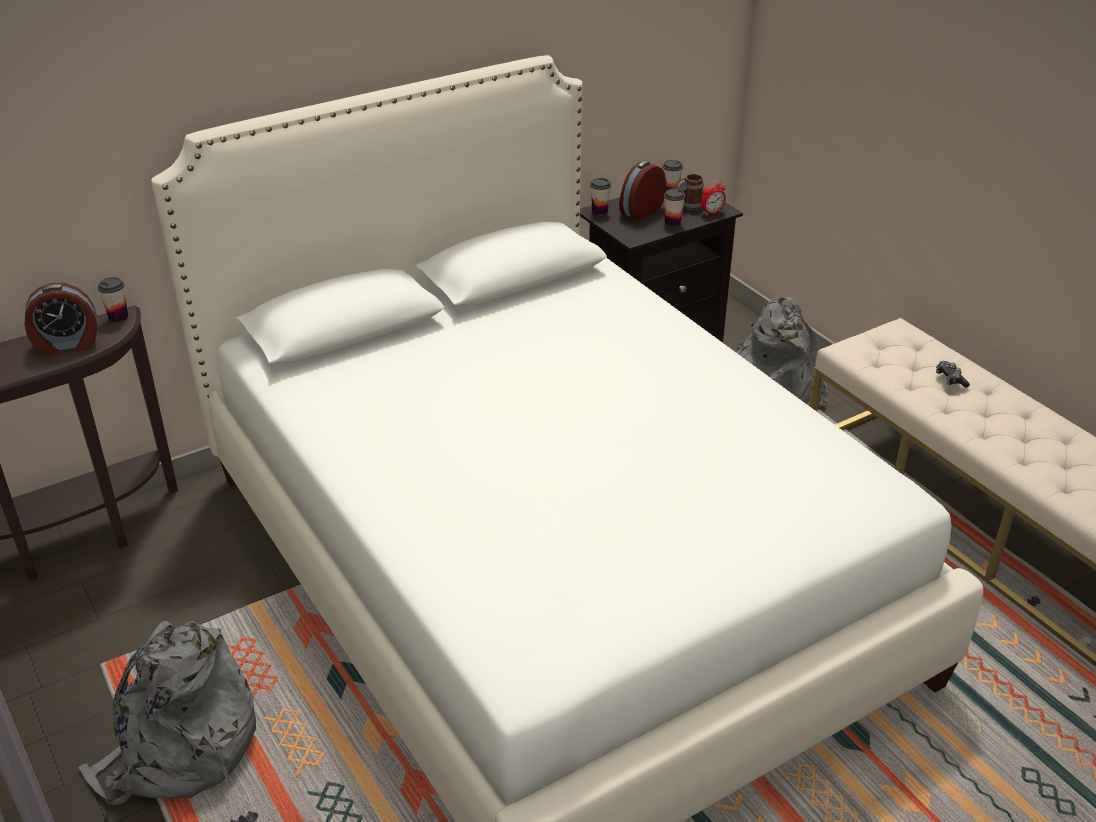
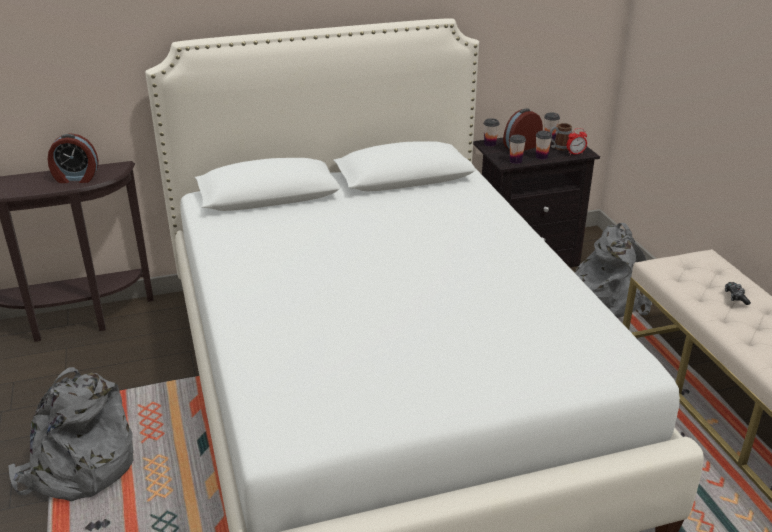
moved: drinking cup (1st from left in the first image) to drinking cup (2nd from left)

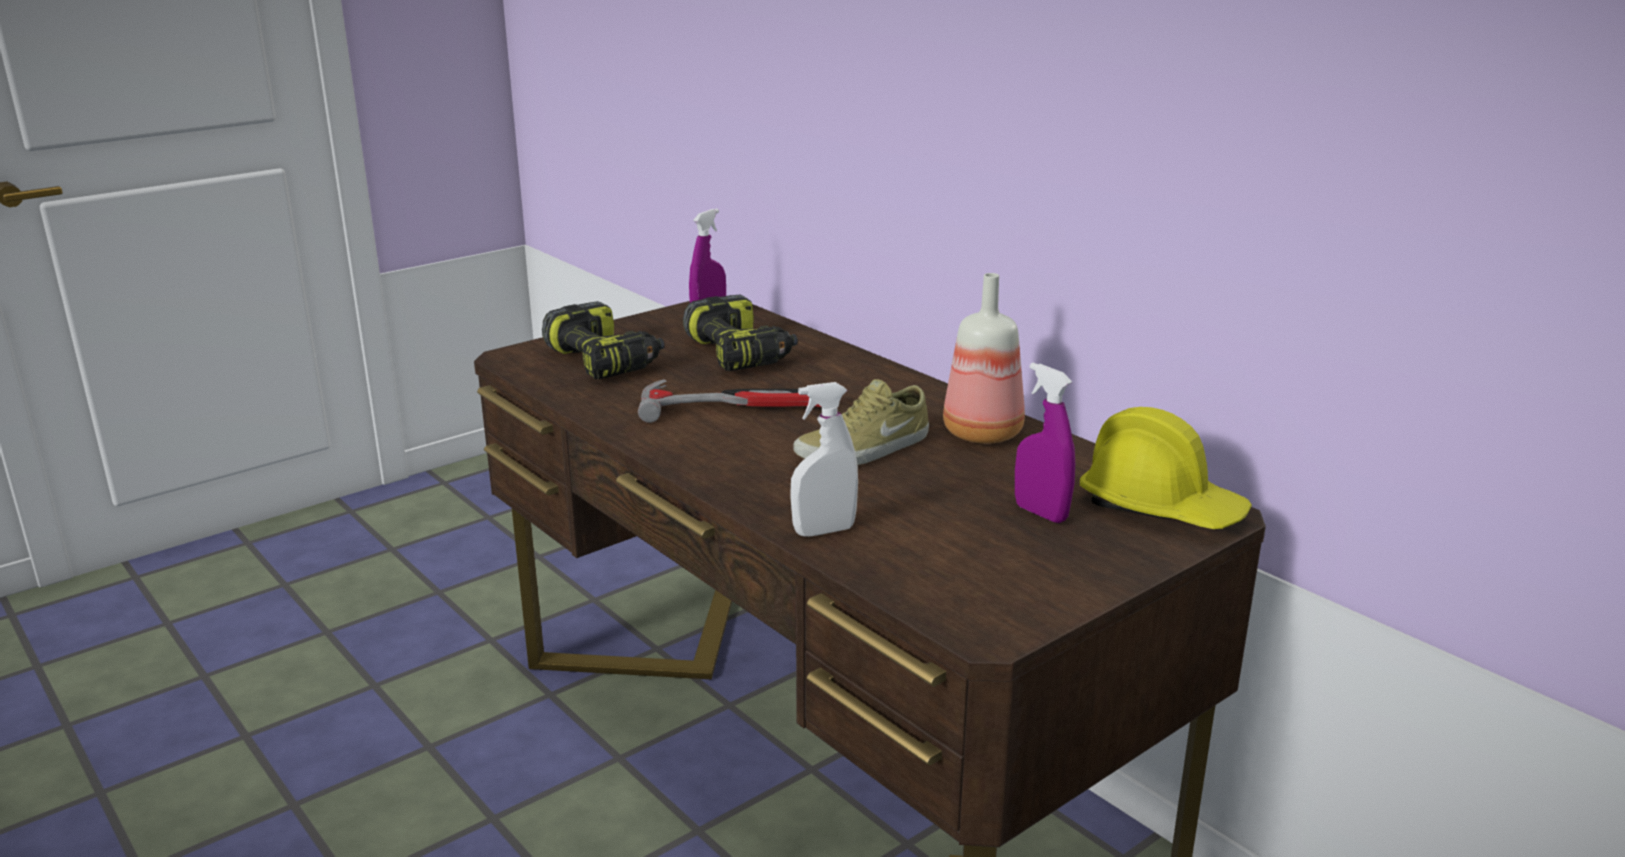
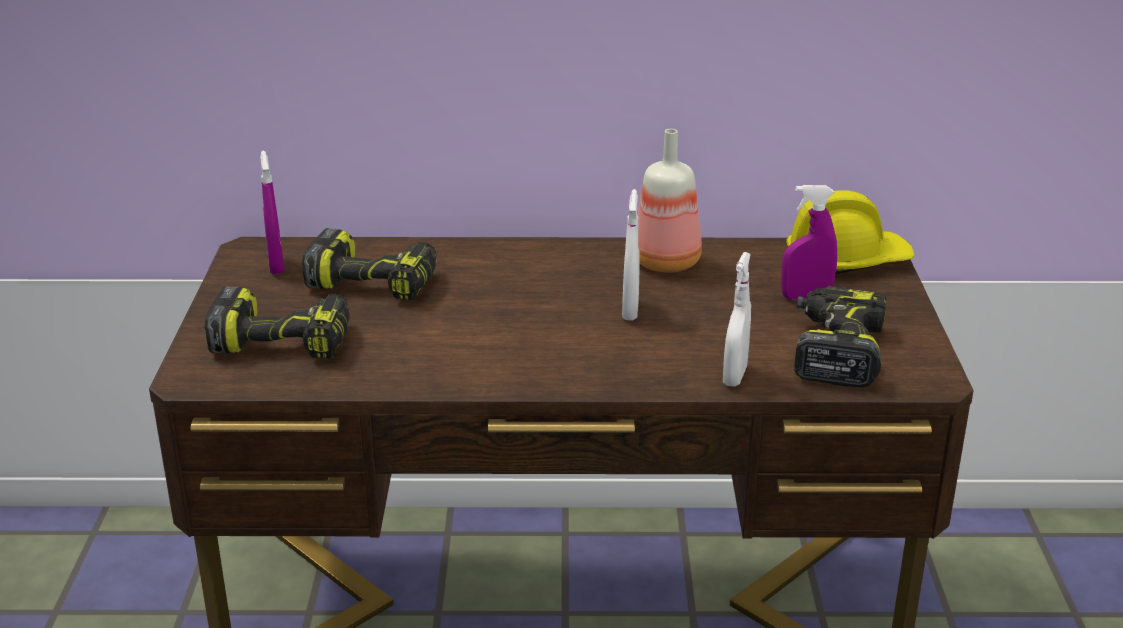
removed: hammer
added: drill (3rd from left)
replaced: low shoe (beige-coloured) to spray bottle (white-coloured) (1st from left)

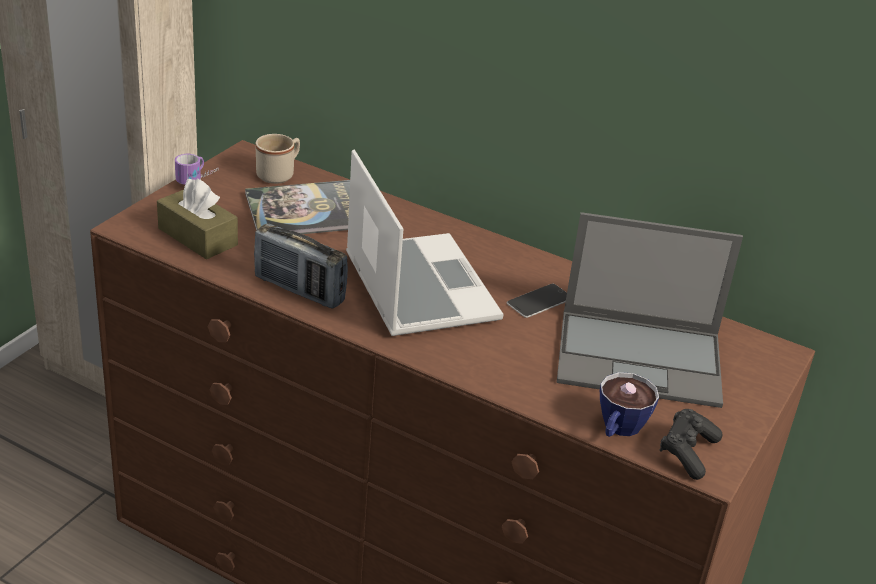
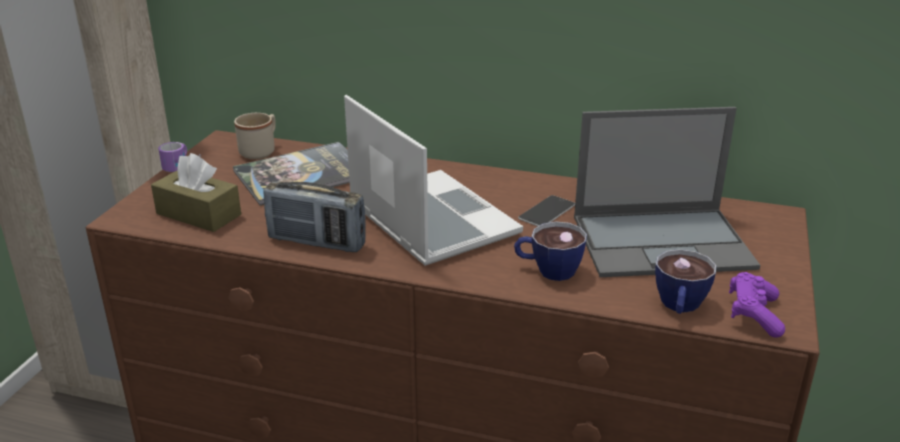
added: drinking cup (1st from left)
recoloured: game controller (black-coloured) to game controller (purplish)

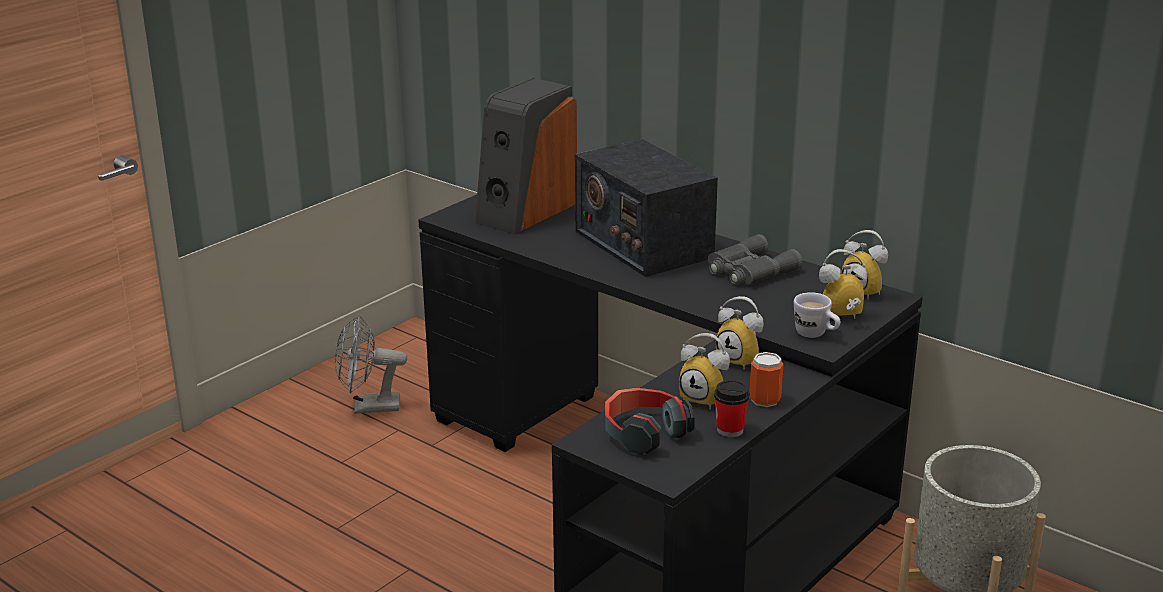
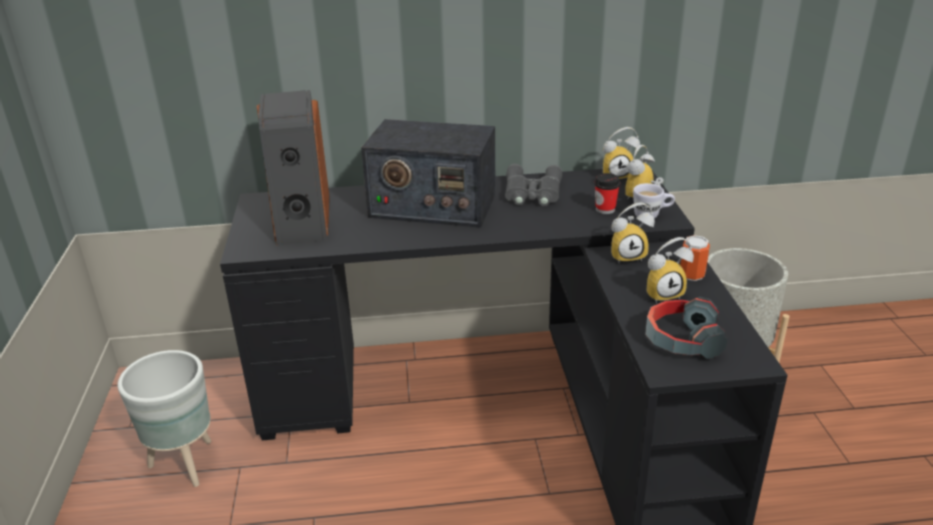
moved: drinking cup
replaced: electric fan (greyish) to plant pot (greyish) (1st from left)

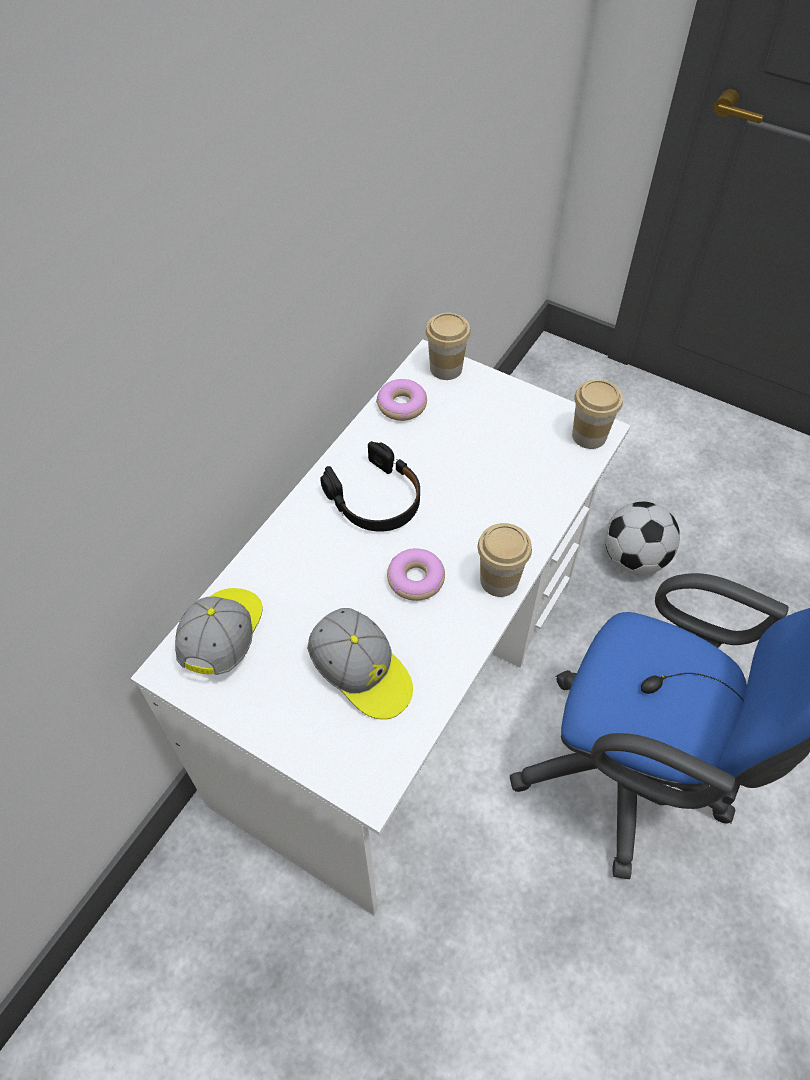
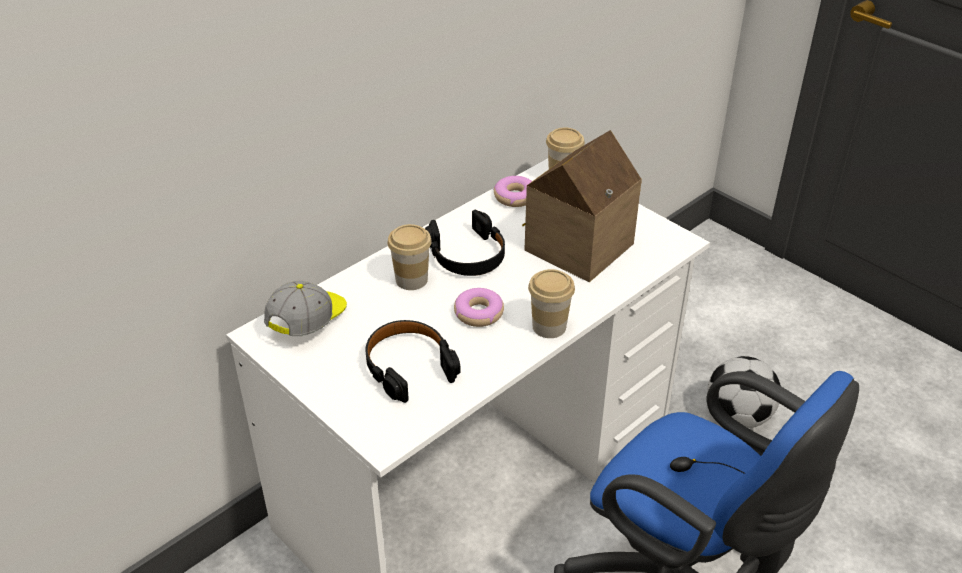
added: toy house
moved: drinking cup (3rd from left in the first image) to drinking cup (1st from left)
replaced: baseball cap (2nd from left) to pair of headphones (black-coloured) (1st from left)

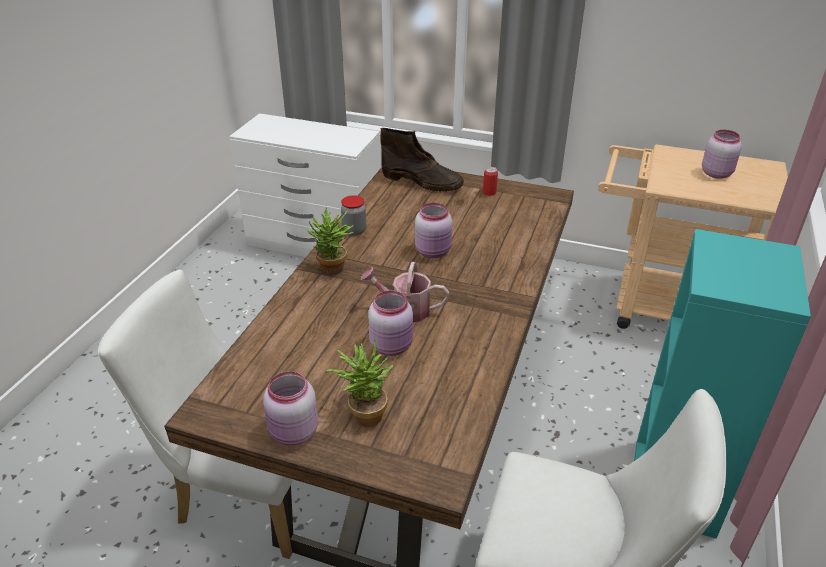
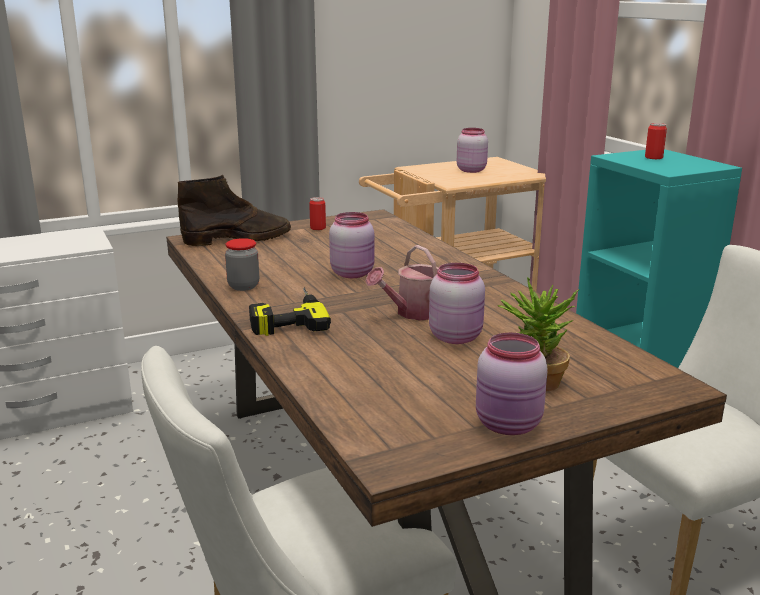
added: metal can (2nd from left)
replaced: houseplant (1st from left) to drill

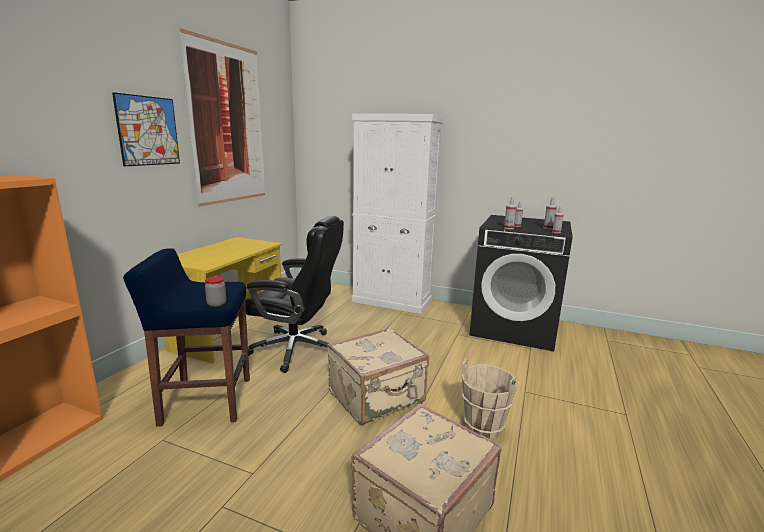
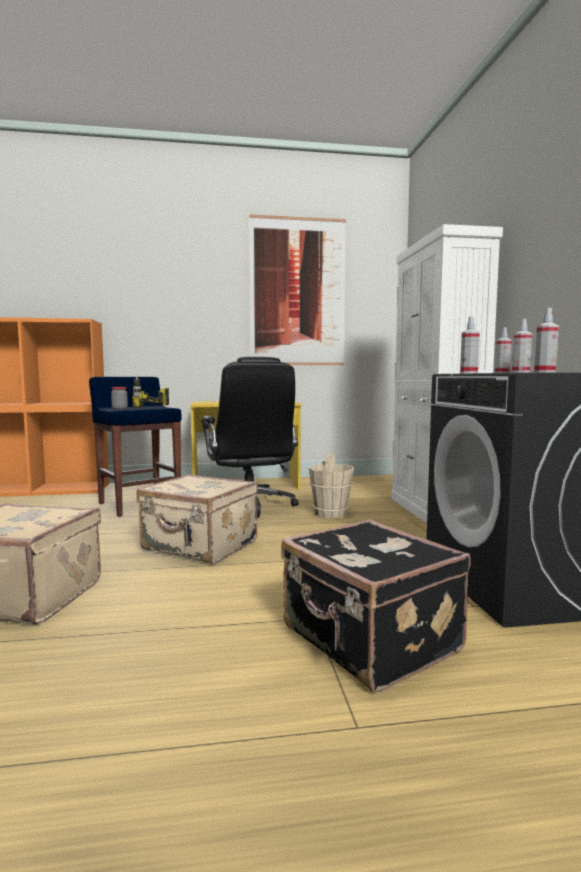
removed: wall art (1st from left)
added: drill; piece of luggage (black-coloured)
moved: bucket (beige-coloured)

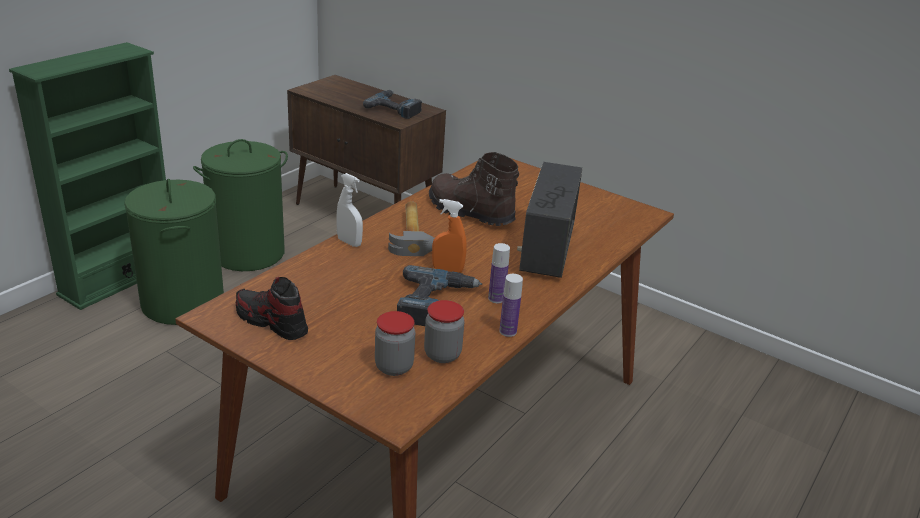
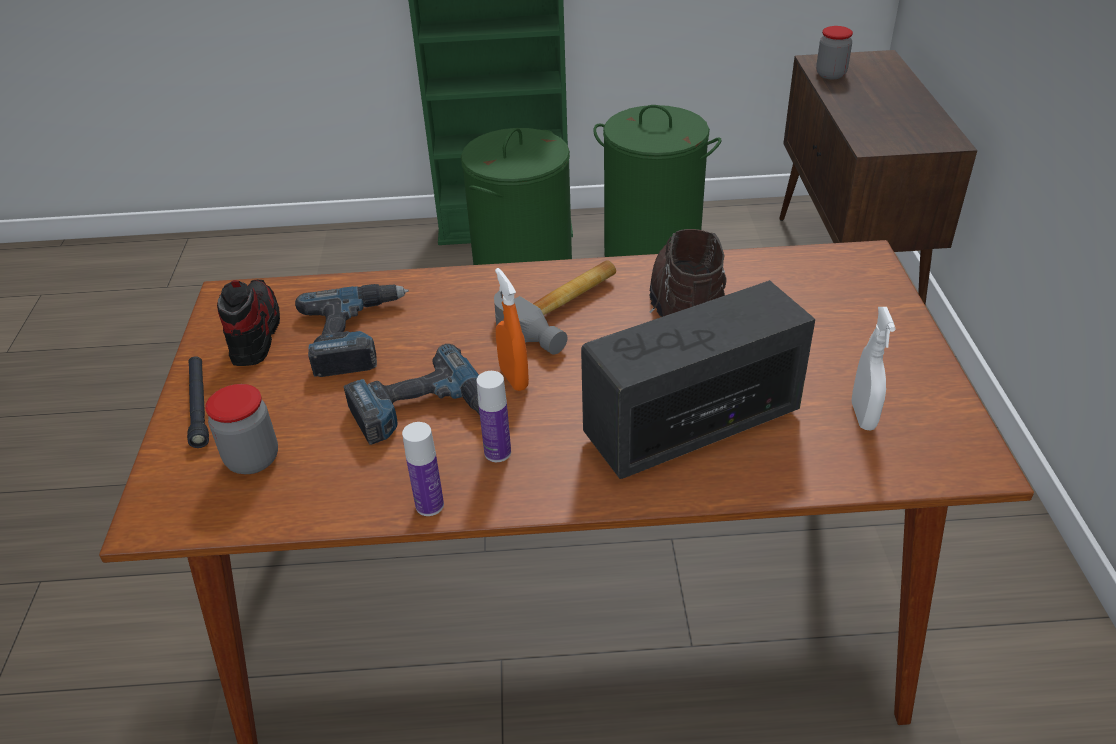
added: hand torch (black-coloured)
moved: drill (1st from left); jar (2nd from left); spray bottle (white-coloured)

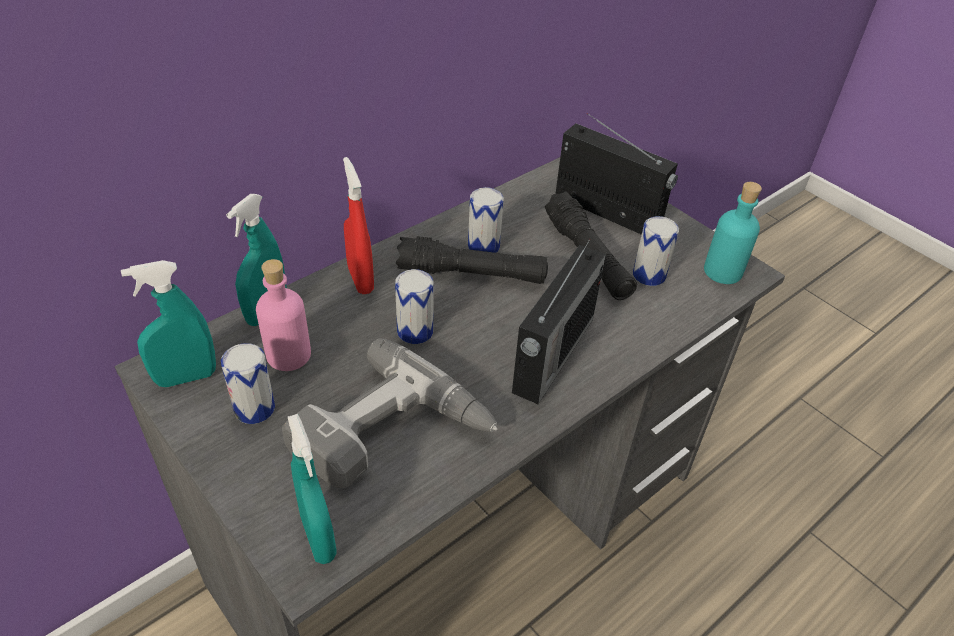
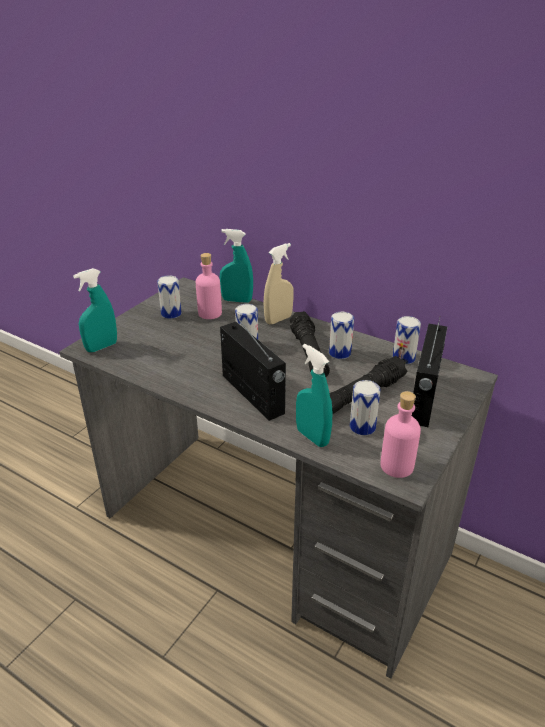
removed: drill
added: metal can (5th from left)
moved: spray bottle (turquoise-coloured) (1st from left in the first image) to spray bottle (turquoise-coloured) (3rd from left)
recoloured: spray bottle (red) to spray bottle (beige-coloured); bottle (turquoise-coloured) to bottle (pink) (2nd from left)
turned: radio receiver (1st from left) 135 degrees counterclockwise

